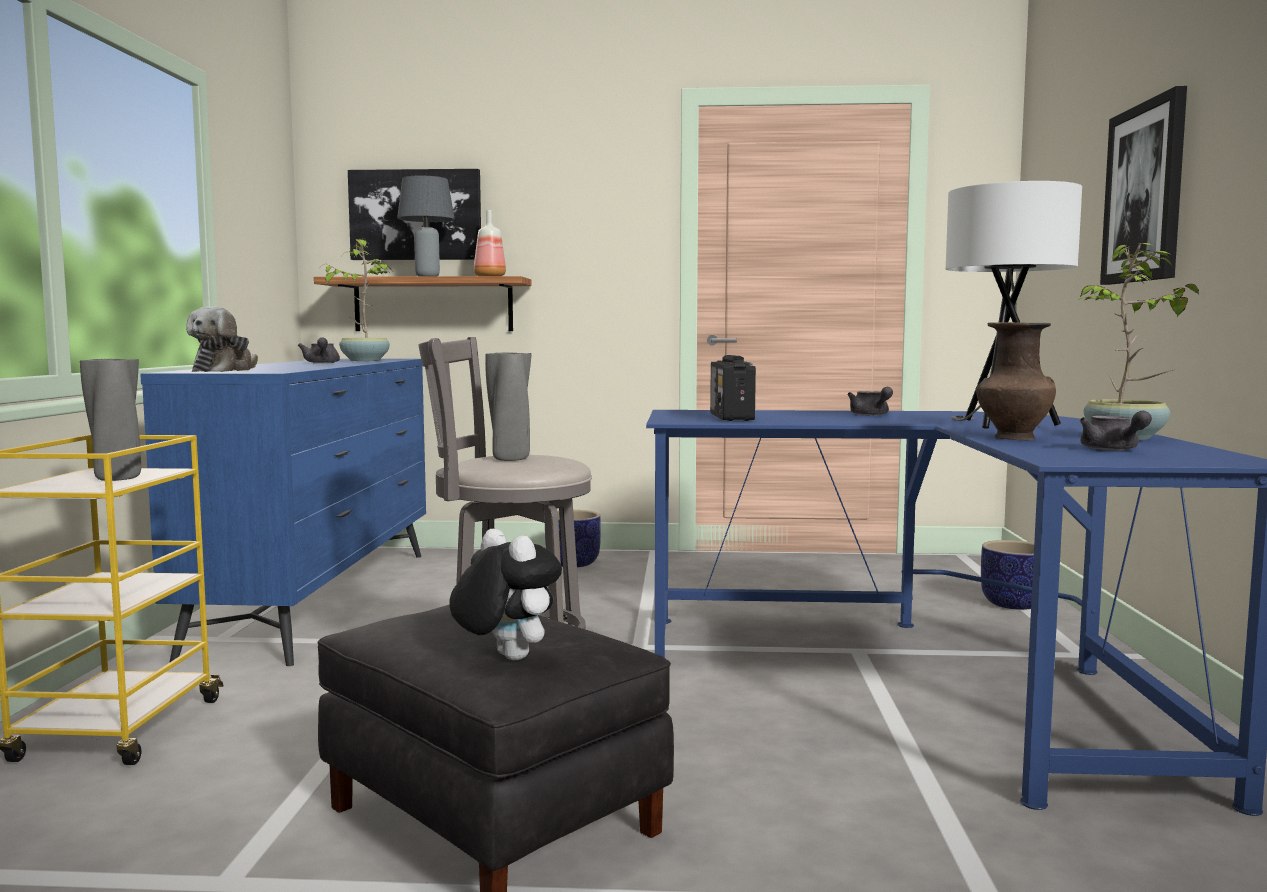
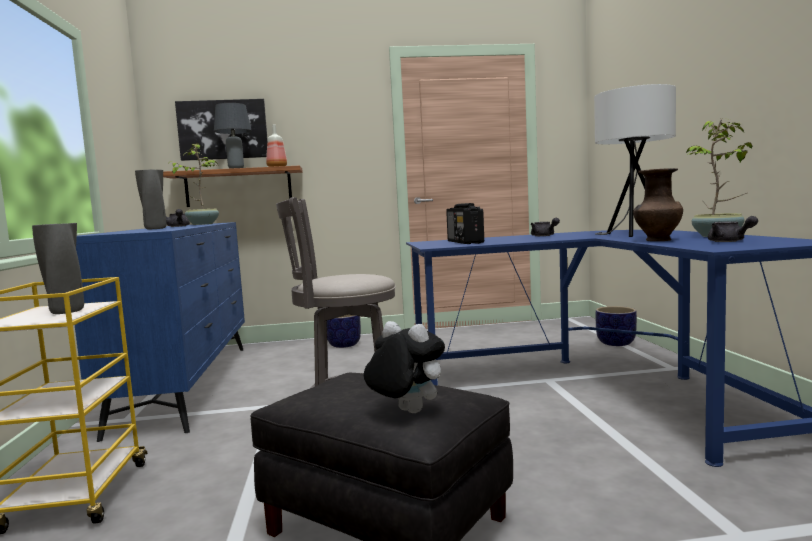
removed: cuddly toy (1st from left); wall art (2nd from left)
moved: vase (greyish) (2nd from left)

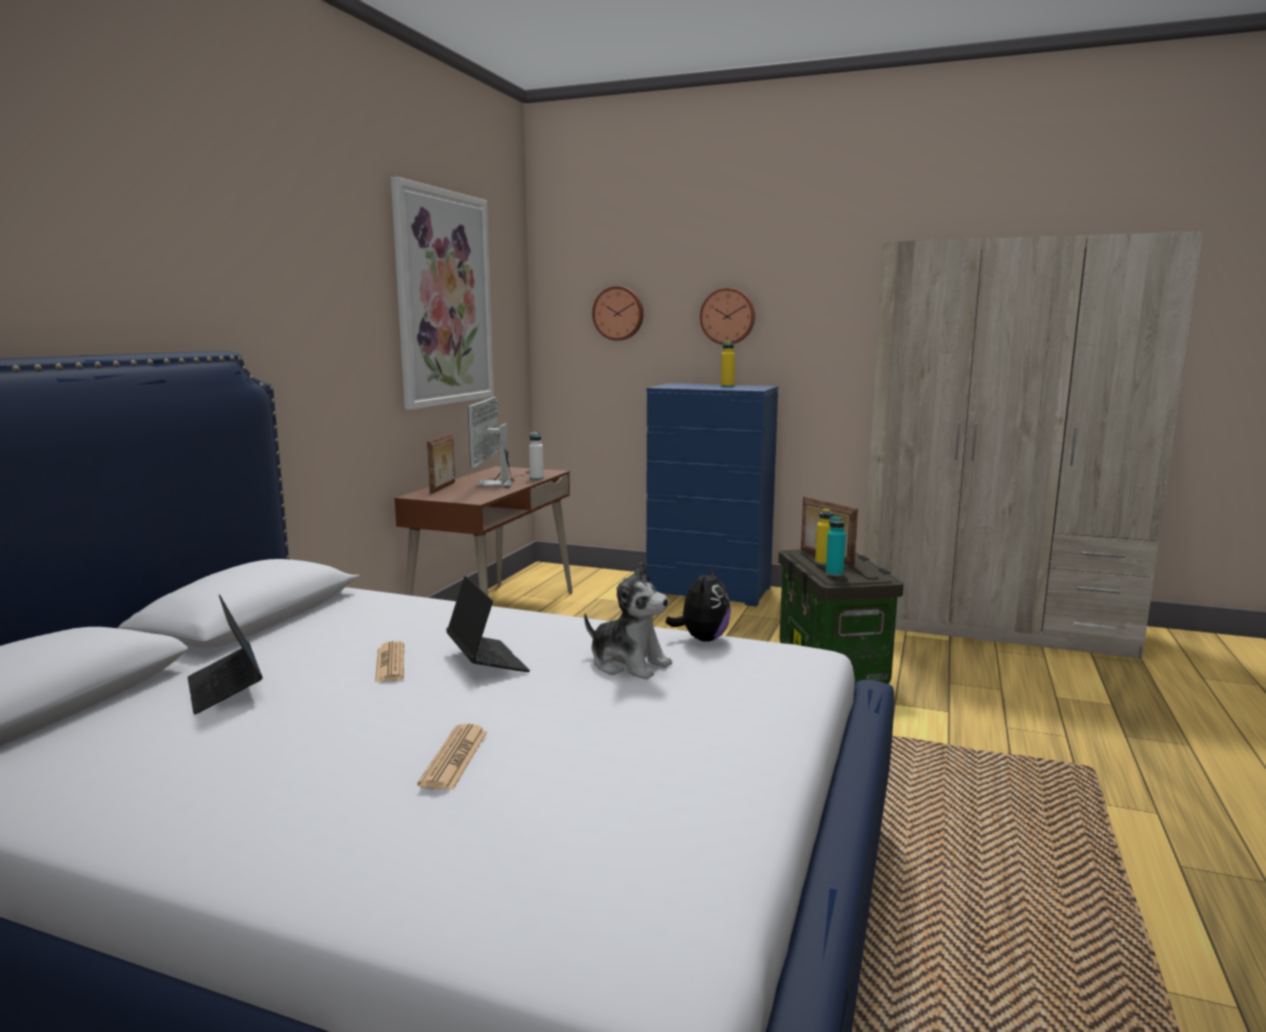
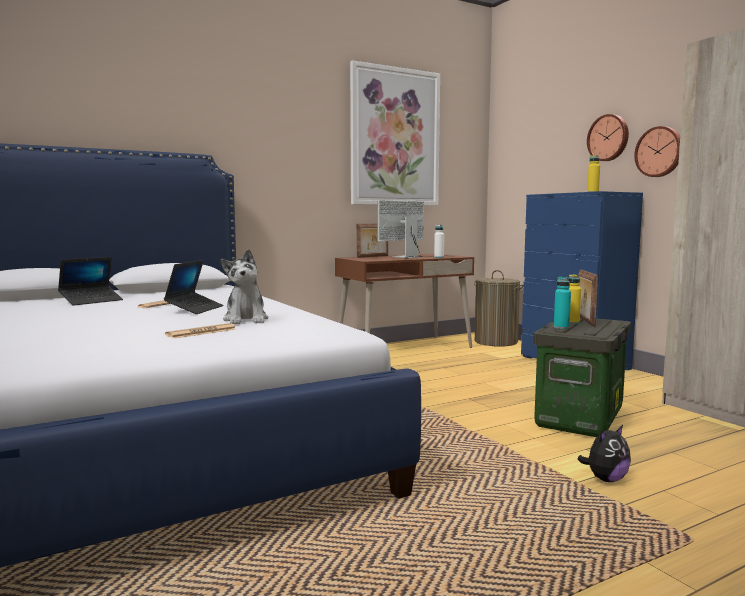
added: hamper
moved: printed paper (2nd from left); cuddly toy (2nd from left); wall clock (1st from left in the first image) to wall clock (2nd from left)
turned: laptop (1st from left) 150 degrees counterclockwise

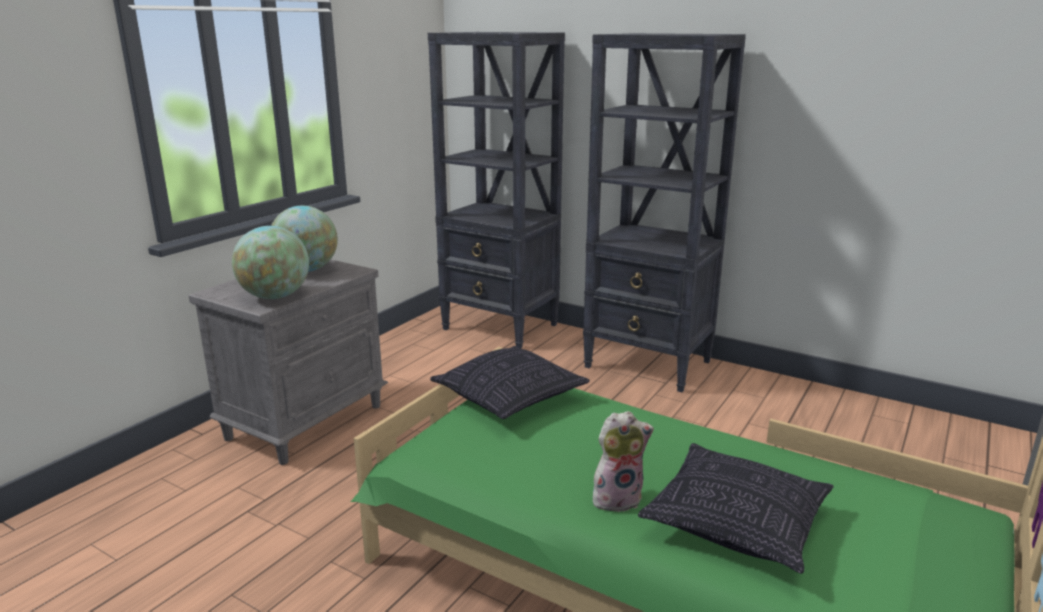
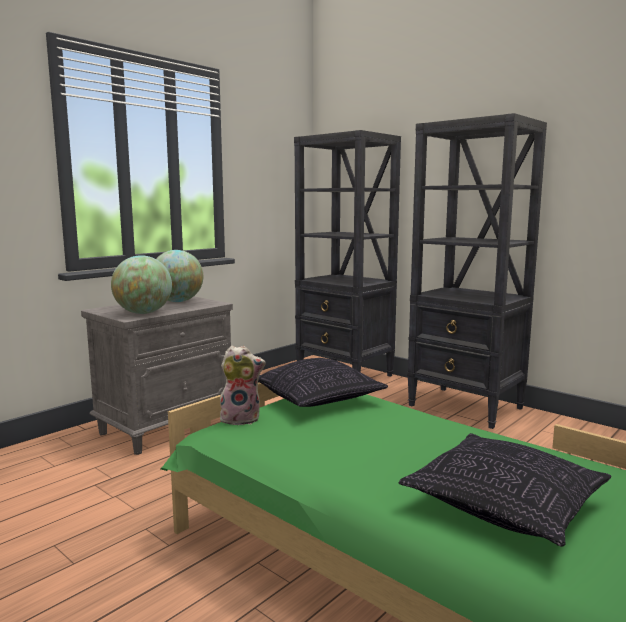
moved: cuddly toy

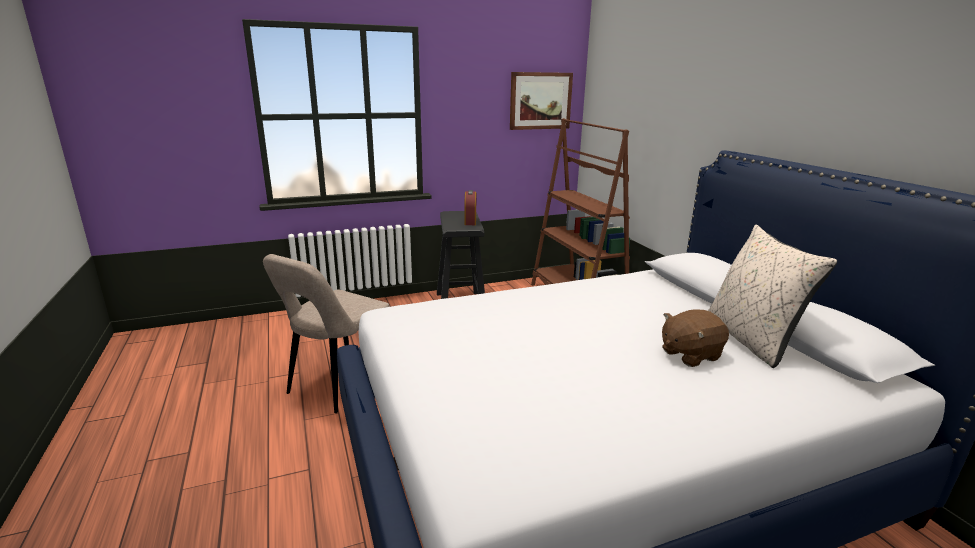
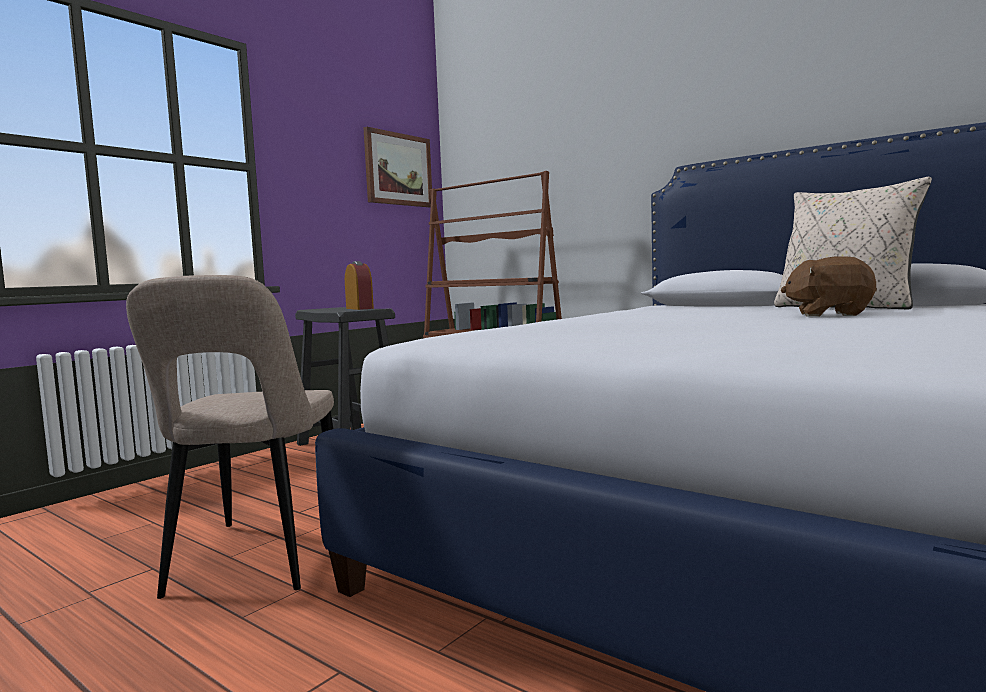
turned: cuddly toy (brownish) 75 degrees clockwise

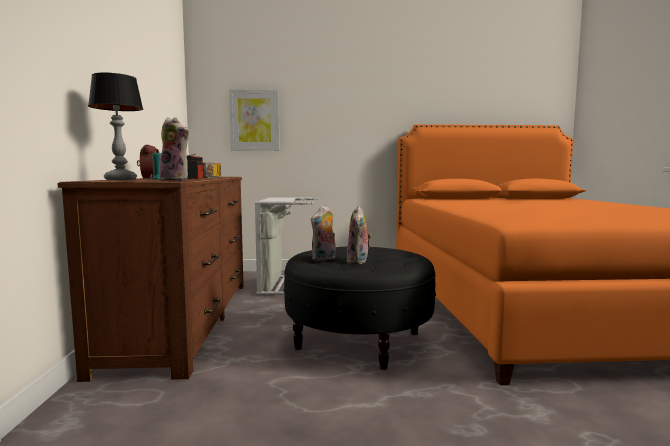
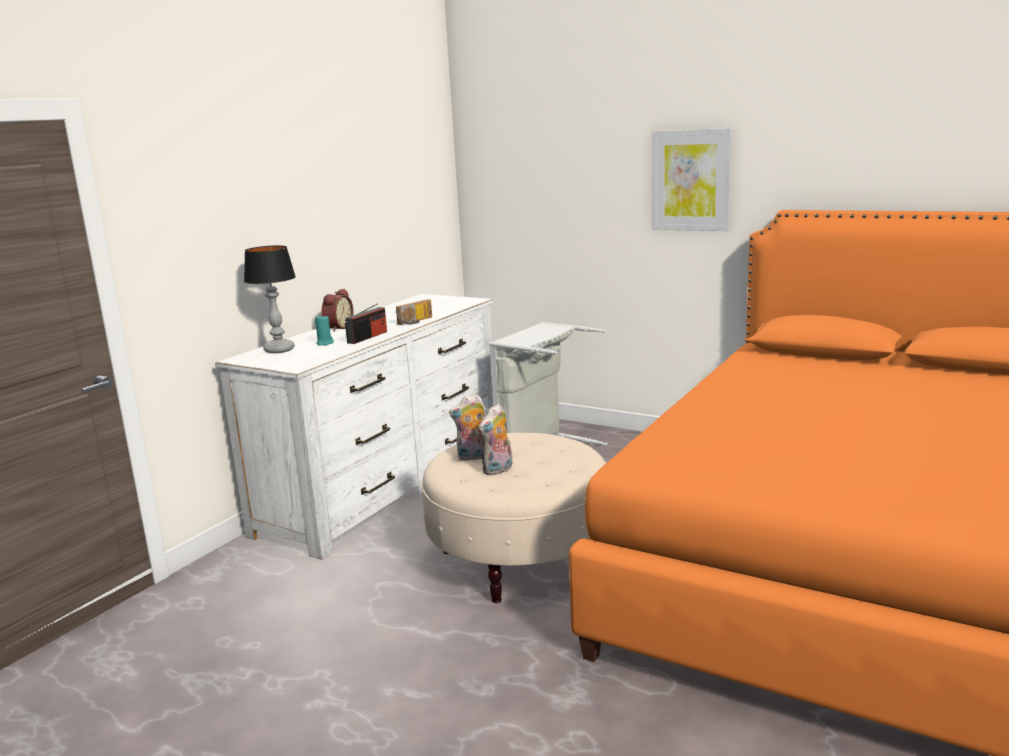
removed: cuddly toy (1st from left)
moved: wall art
recoloured: drawer chest (brownish) to drawer chest (white-coloured); pouffe (black-coloured) to pouffe (beige-coloured)

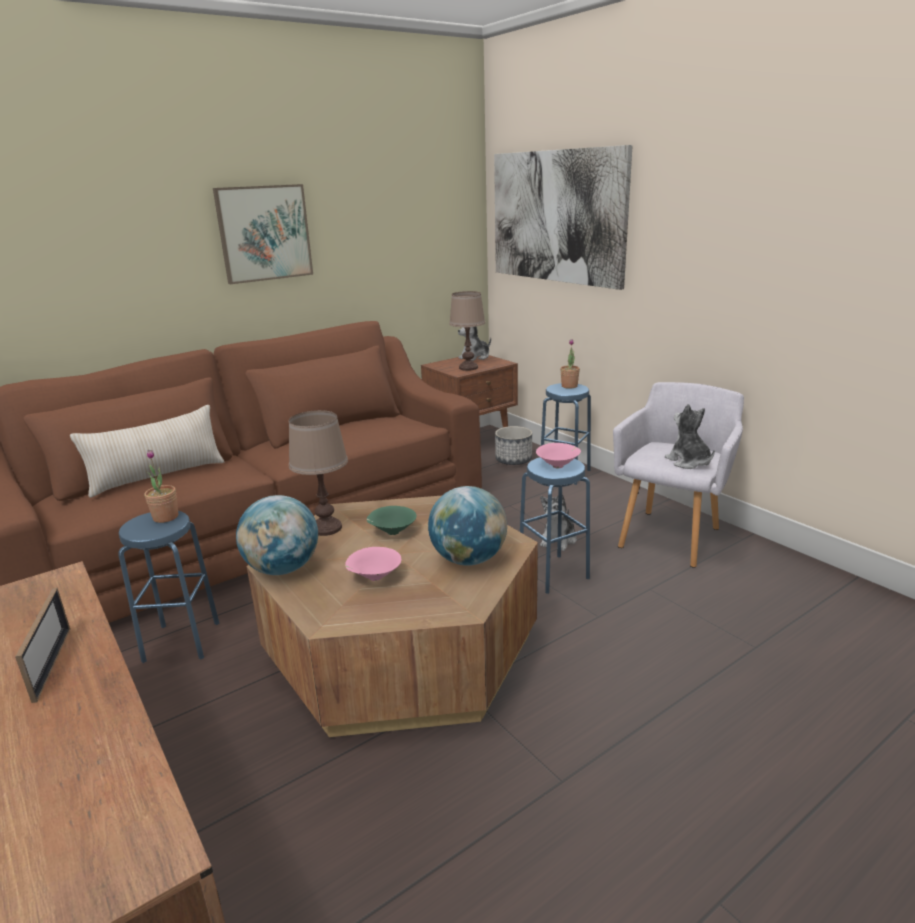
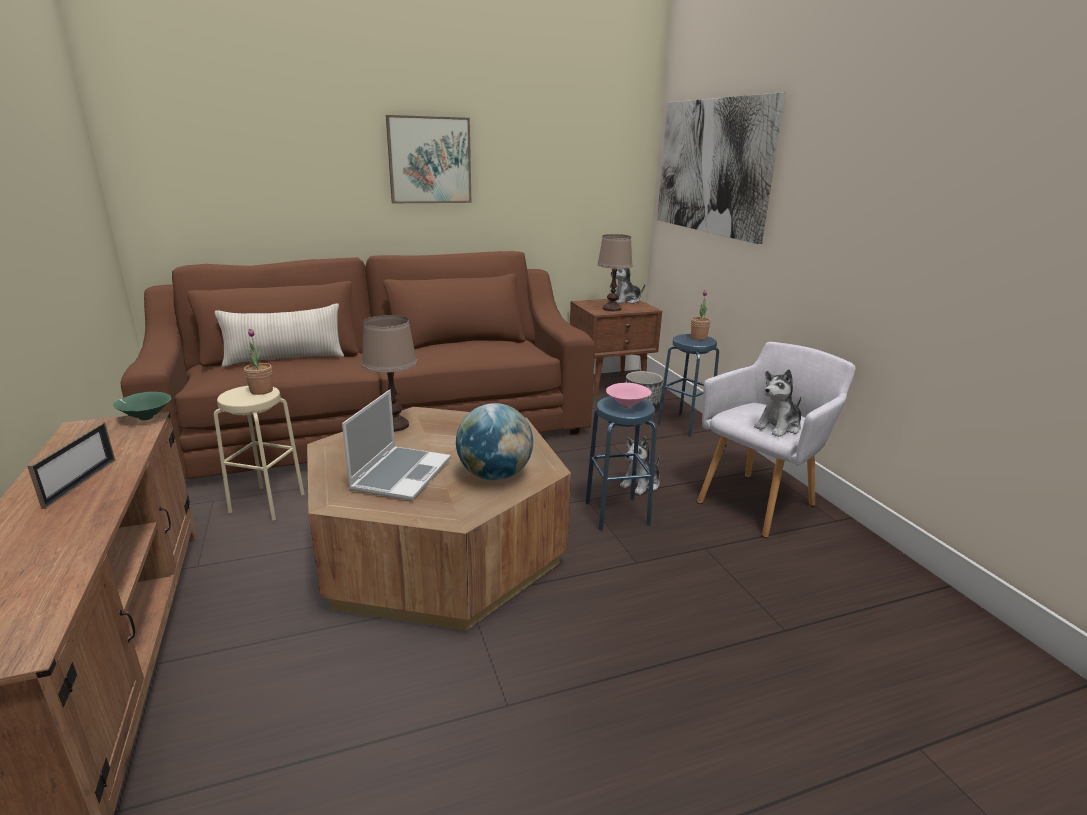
removed: globe (1st from left)
moved: deep dish (green)
replaced: deep dish (pink) (1st from left) to laptop
recoloured: stool (bluish) (1st from left) to stool (beige-coloured)
turned: cuddly toy (3rd from left) 120 degrees counterclockwise

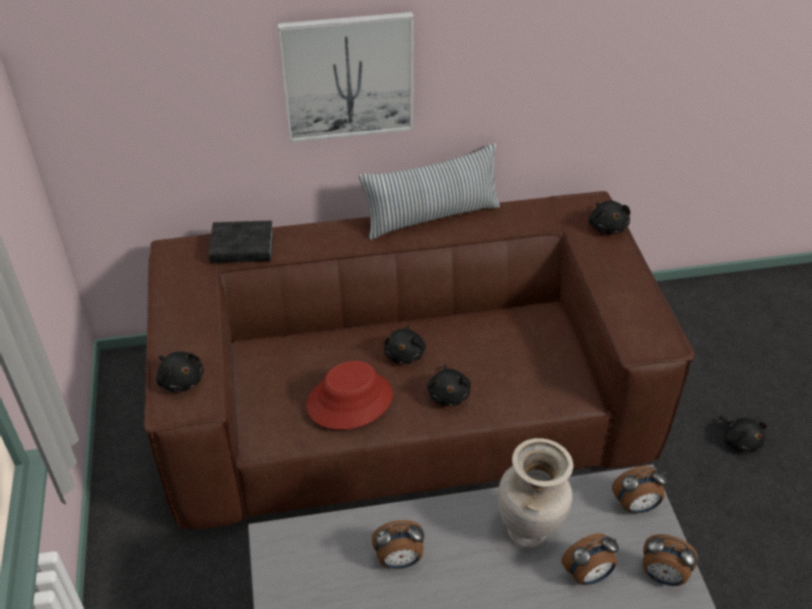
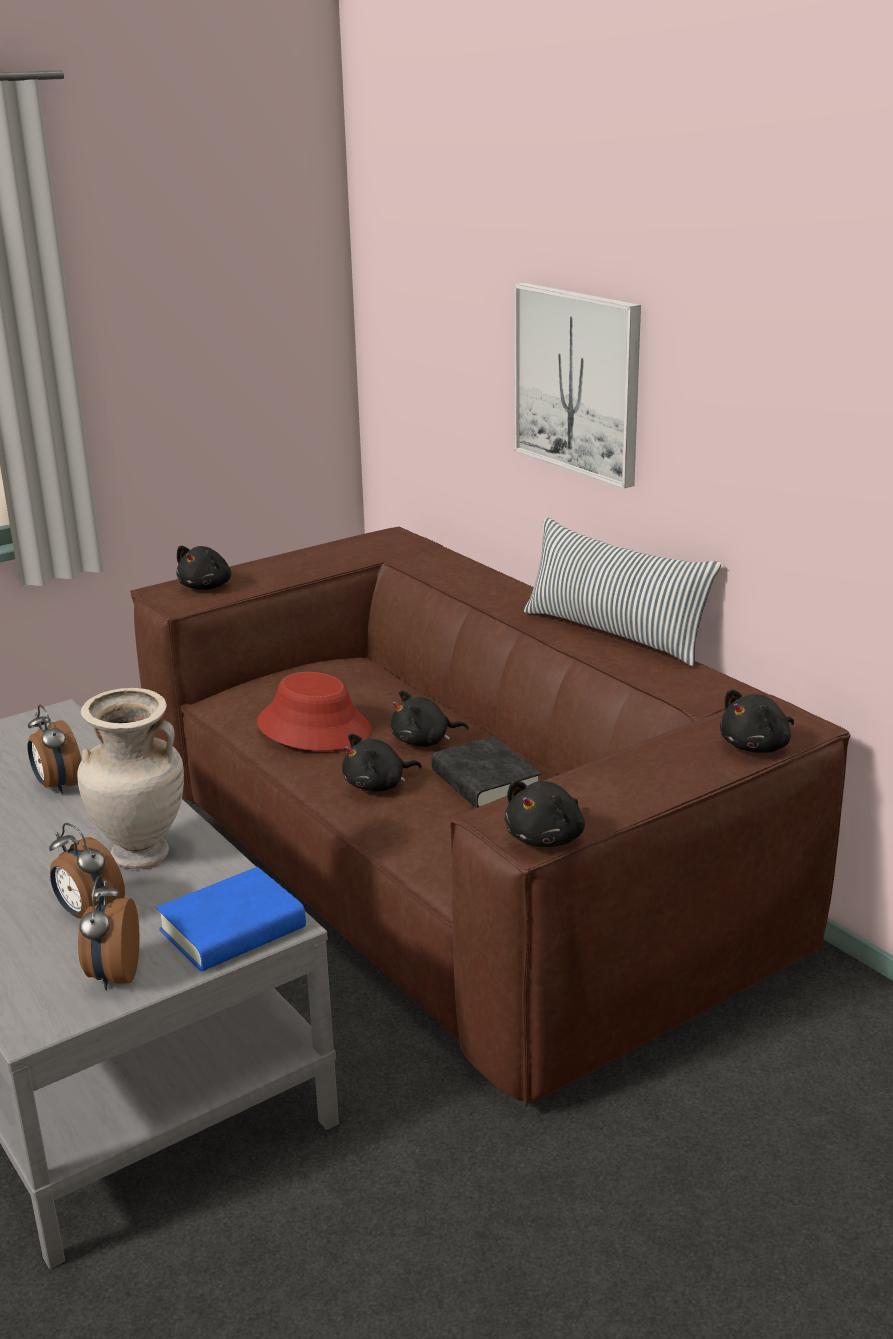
moved: bound book (black-coloured); cuddly toy (black-coloured) (5th from left in the first image) to cuddly toy (black-coloured) (4th from left)
replaced: bedside clock (3rd from left) to bound book (bluish)

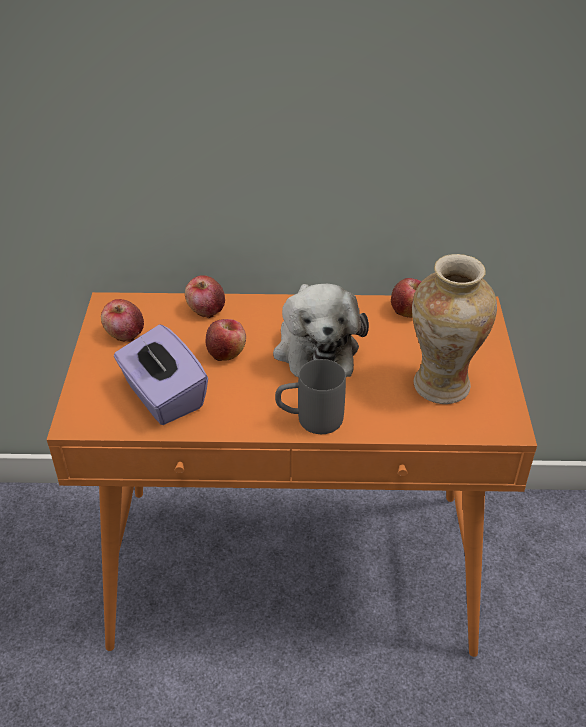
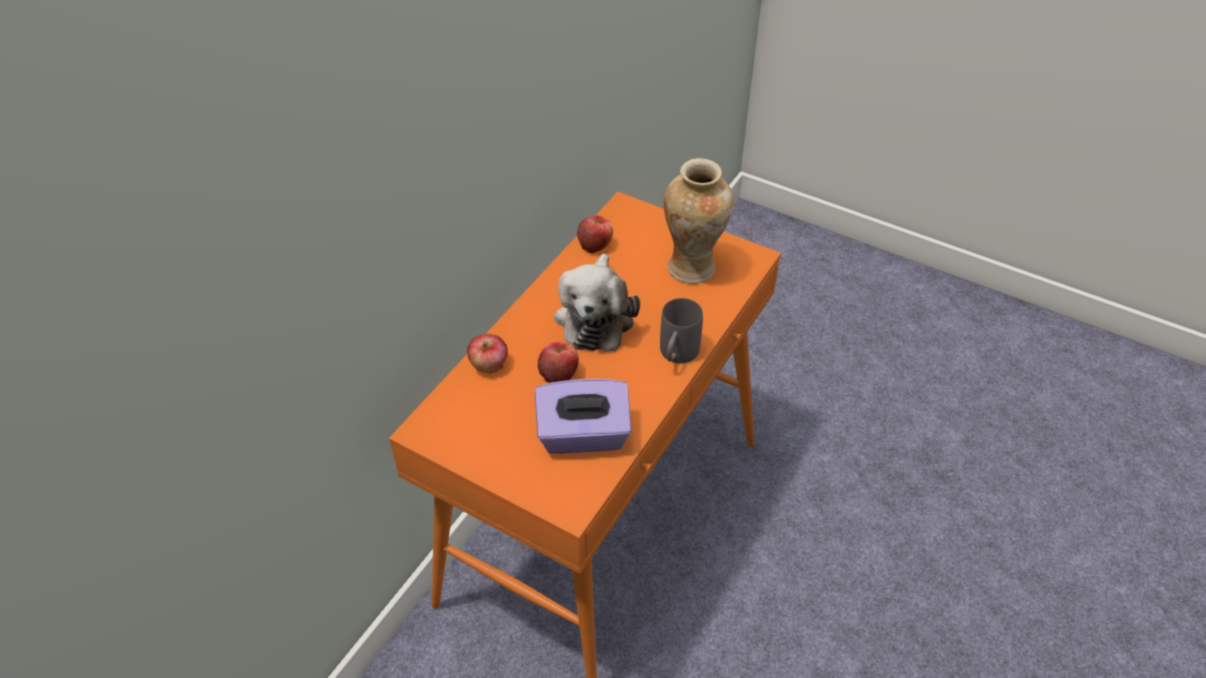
removed: apple (1st from left)
turned: cuddly toy 75 degrees clockwise

